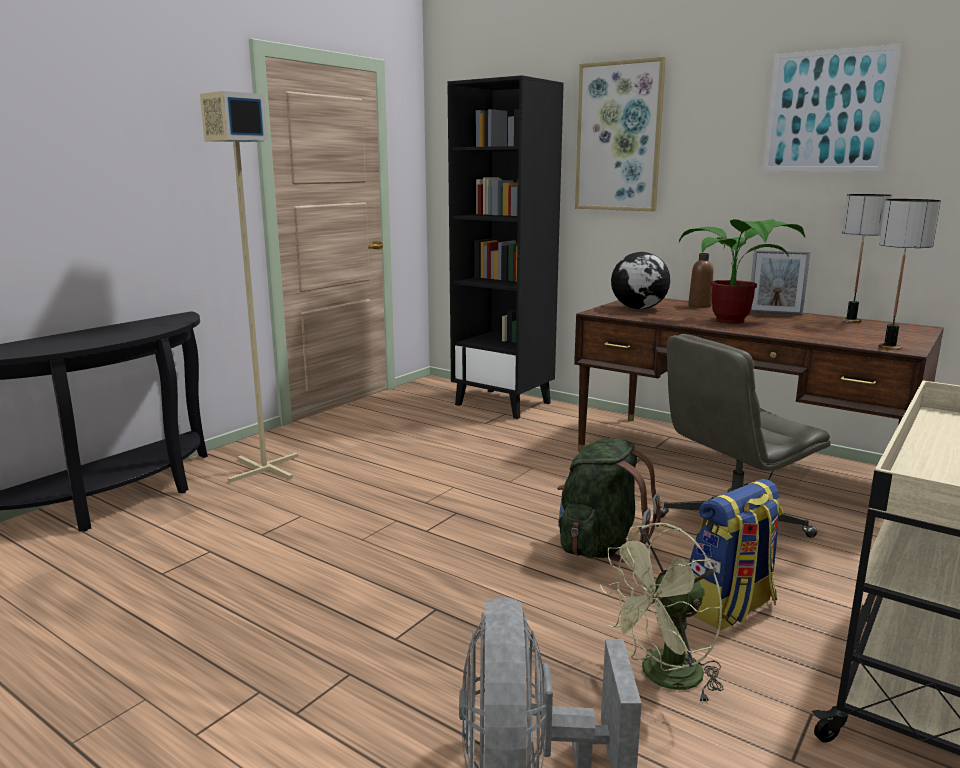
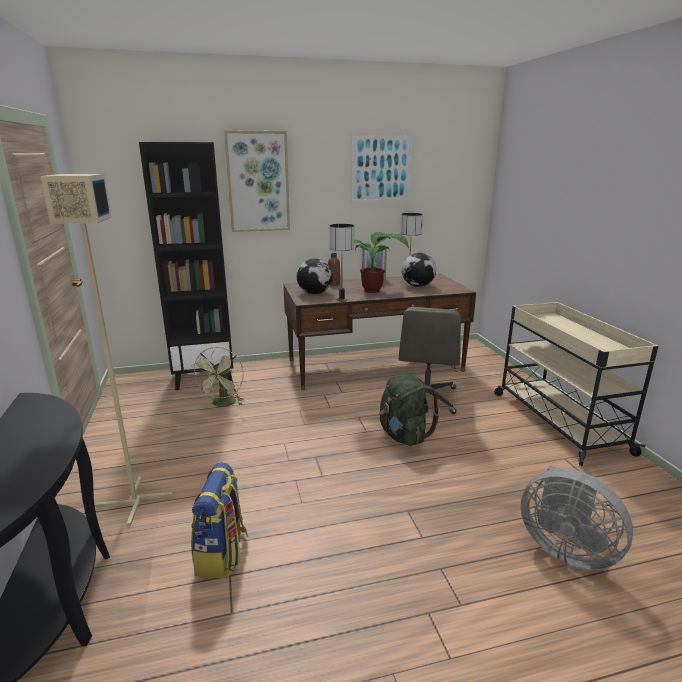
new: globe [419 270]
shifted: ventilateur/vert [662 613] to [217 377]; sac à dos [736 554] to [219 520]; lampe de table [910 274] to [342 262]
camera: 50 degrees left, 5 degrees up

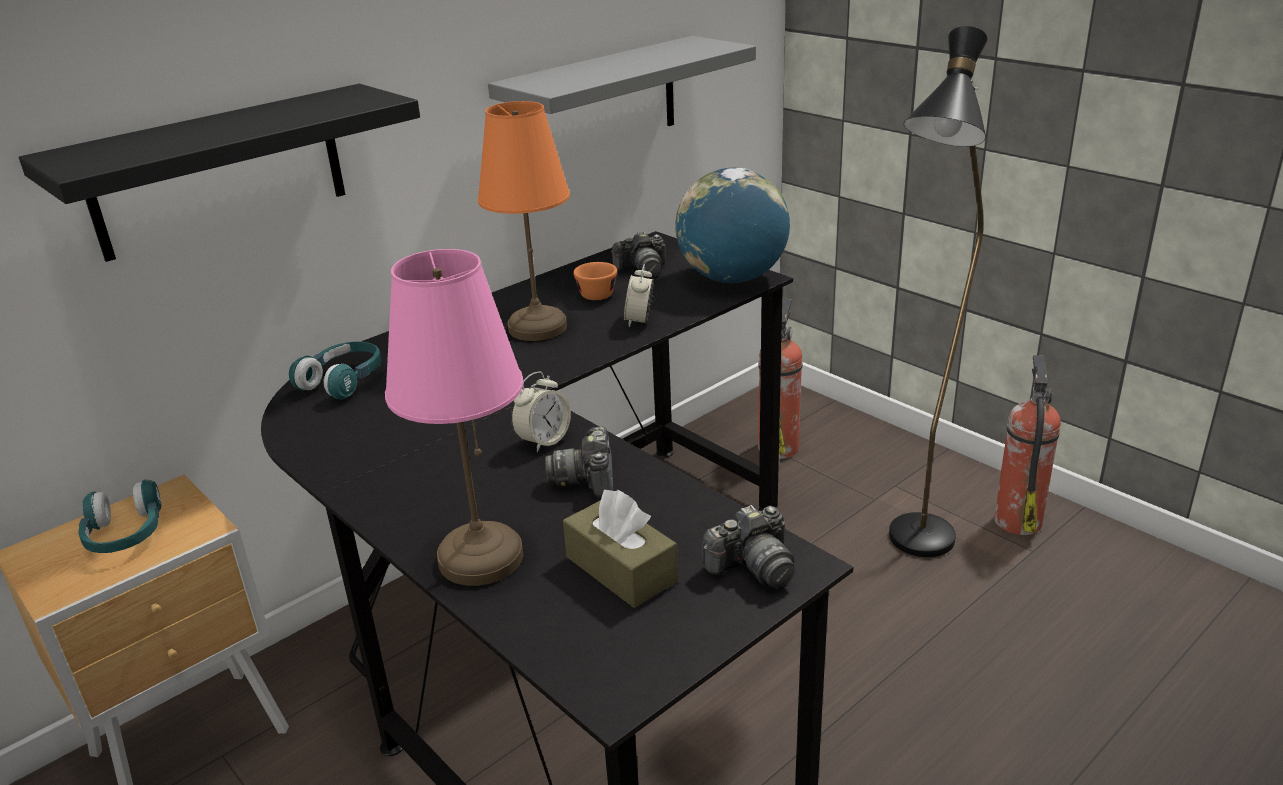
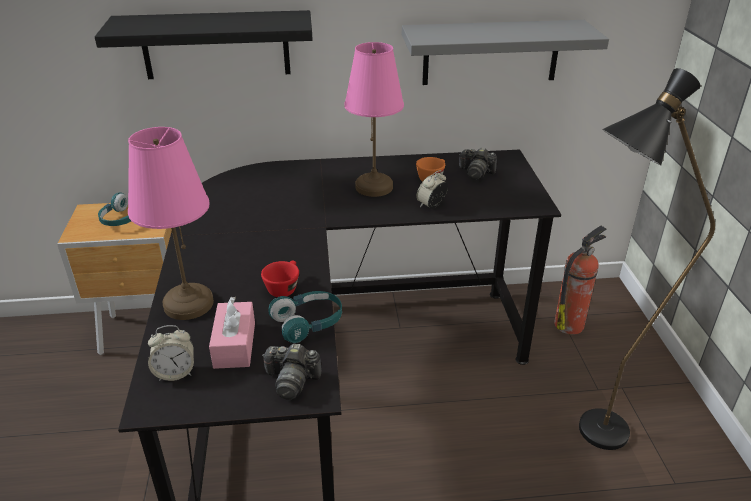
gone: globe [732 225]; extincteur [1027 445]
shifted: réveil [541 411] to [171 353]; casque audio/turquoise [335 370] to [305 317]
swapped: appareil photo [579 462] to tasse/rouge [280 278]
repainted: boîte à mouchoirs/marron [620 549] to boîte à mouchoirs/rose [232 333]; lampe de table/orange [524 221] to lampe de table/rose [374 119]
camera: 35 degrees right, 5 degrees up

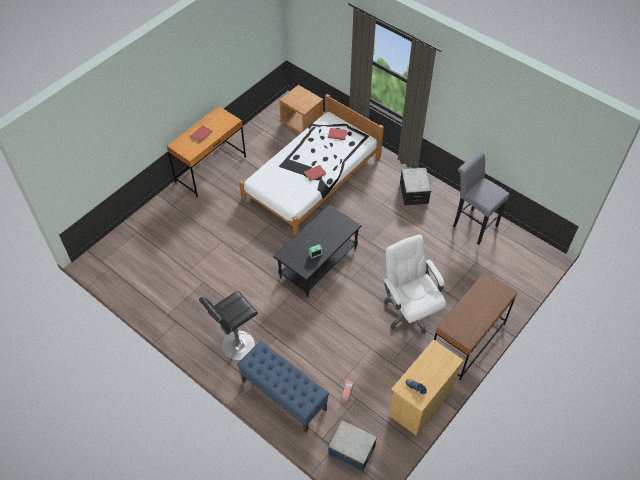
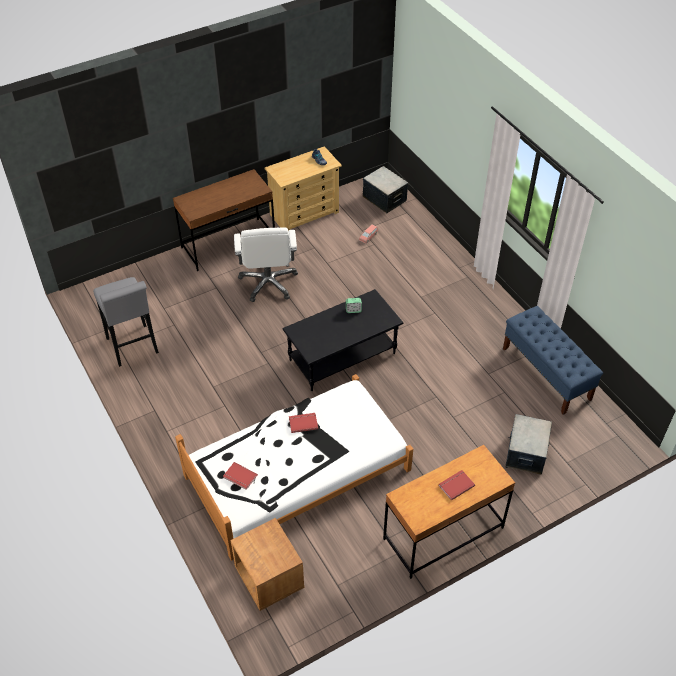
gone: tabouret/noir [228 325]
shifted: banc/bleu [283 387] to [553 360]; boîte de rangement [415 187] to [528 444]
camera: 160 degrees left, 5 degrees down

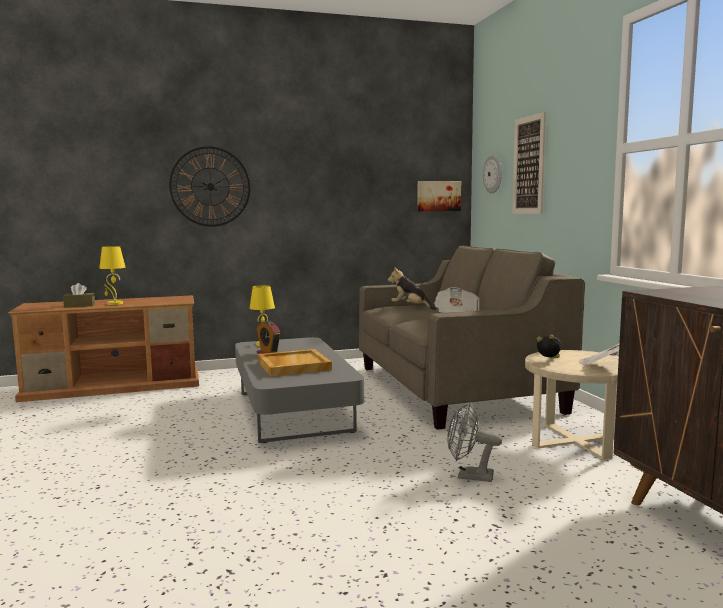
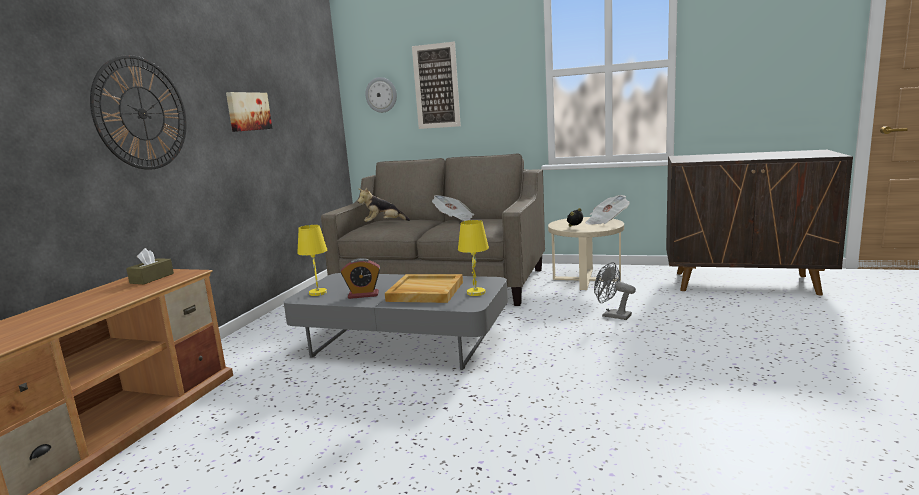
shifted: boîte à mouchoirs/marron [79 295] to [150 266]; tableau [439 196] to [249 112]; lampe de table/jaune [112 275] to [473 258]
rotated: ventilateur/gris [474 442] = [615 291] 75 degrees clockwise
camera: 55 degrees left, 5 degrees up

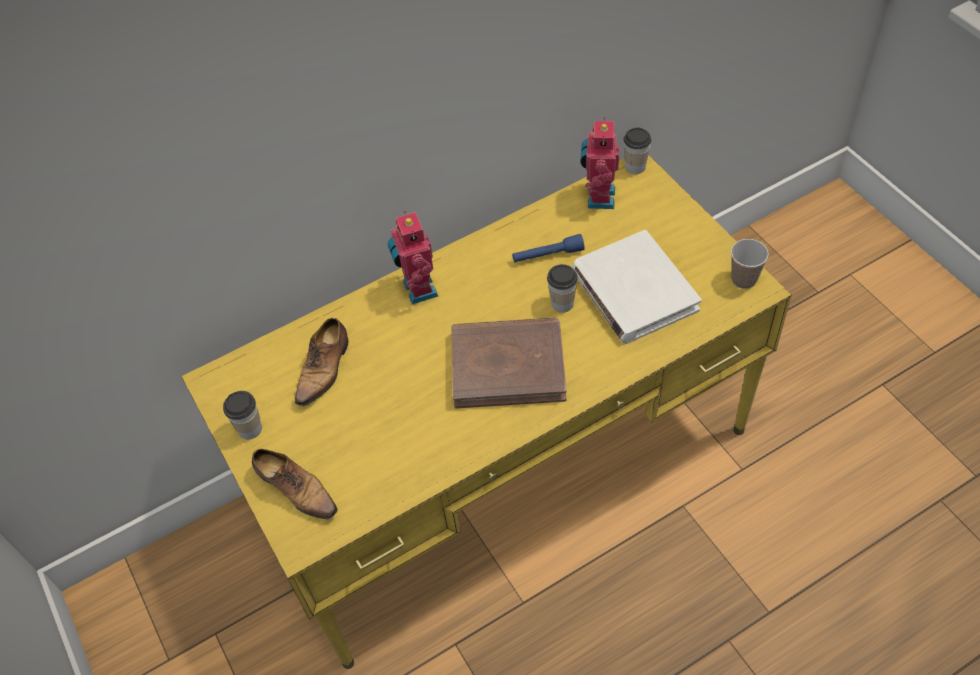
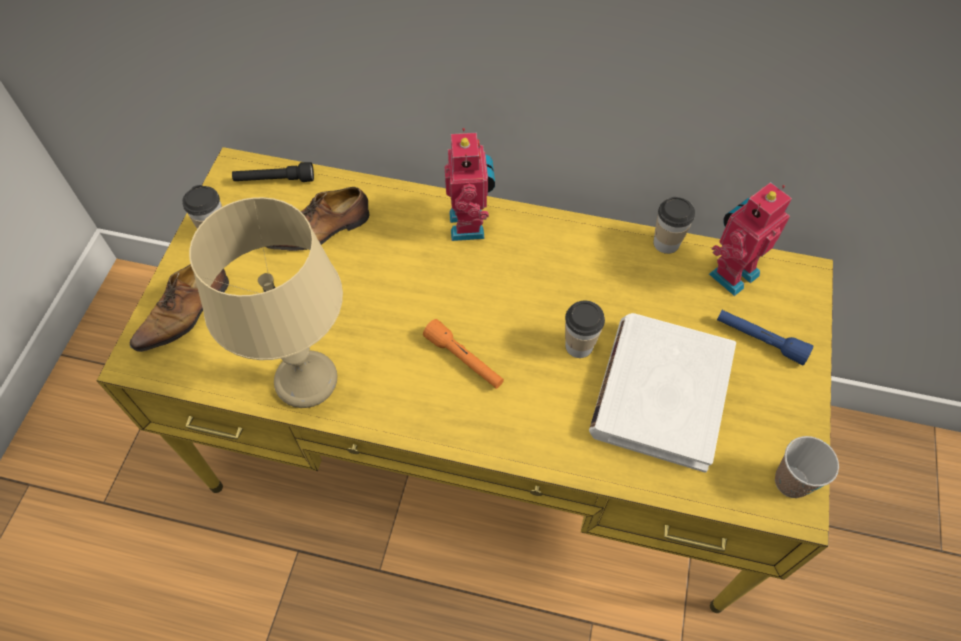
new: lampe de table/beige [266 302]; lampe de poche/noir [273 172]
shifted: tasse [637 151] to [674 225]; lampe de poche/bleu [548 248] to [765 337]
swapped: livre/marron [508 362] to lampe de poche/orange [463 354]
rotated: chaussure [295 484] = [179 309] 45 degrees clockwise; robot jouet [413 257] = [470 184] 150 degrees clockwise
camera: 40 degrees right, 5 degrees up

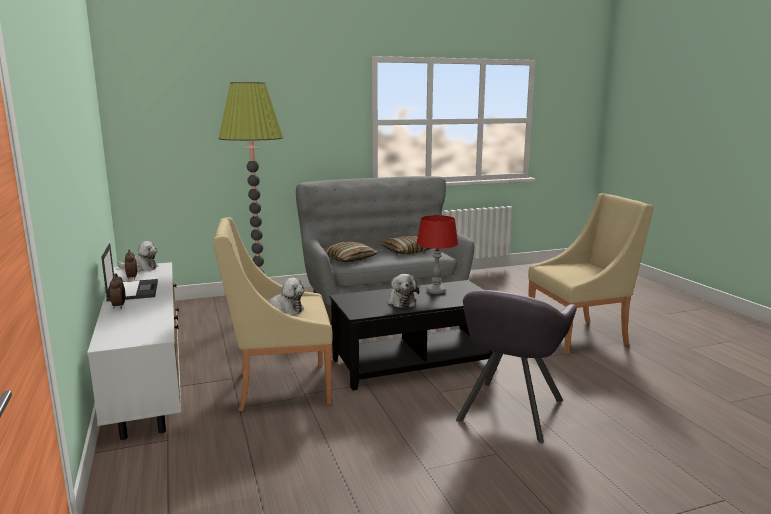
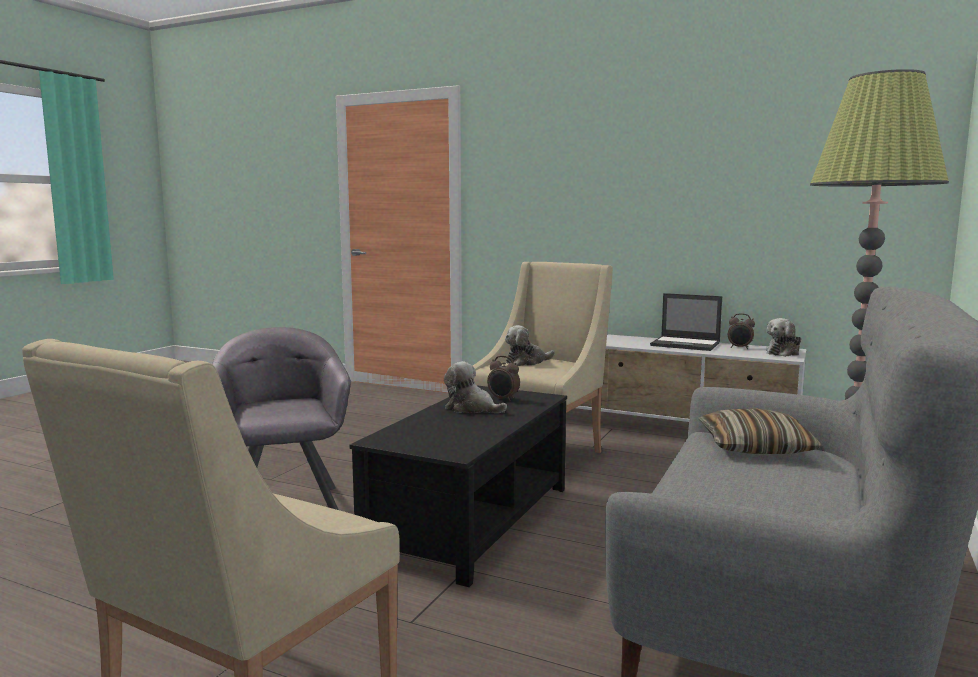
gone: coussin [405 245]; lampe de table/rouge [437 255]
shifted: réveil [117 291] to [503 378]
camera: 135 degrees right, 5 degrees down

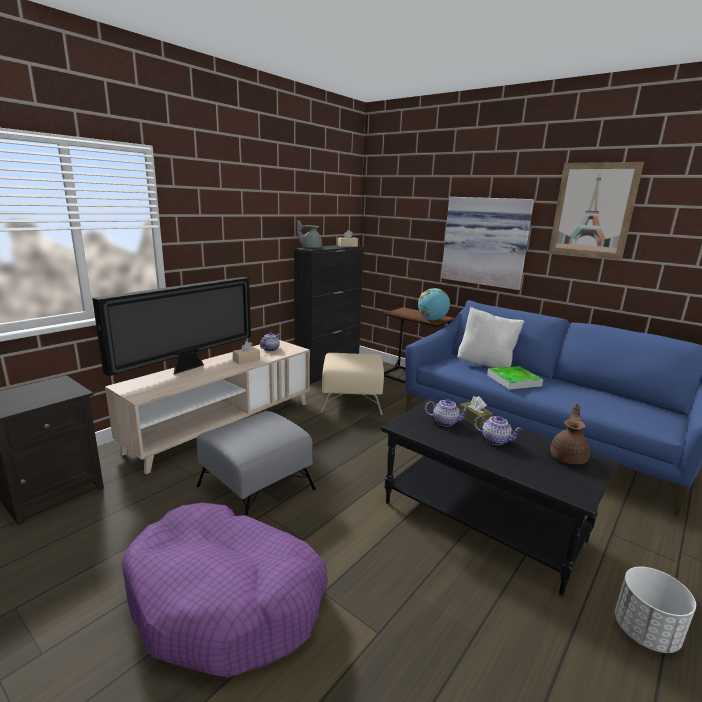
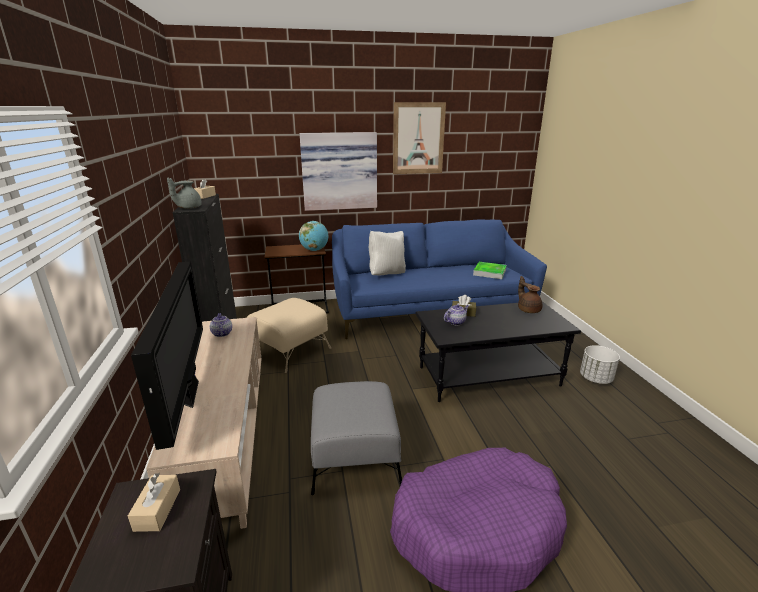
gone: théière [498 430]
shifted: boîte à mouchoirs/beige [246 352] to [154 502]; plateau [515 378] to [490 270]
camera: 50 degrees left, 5 degrees up

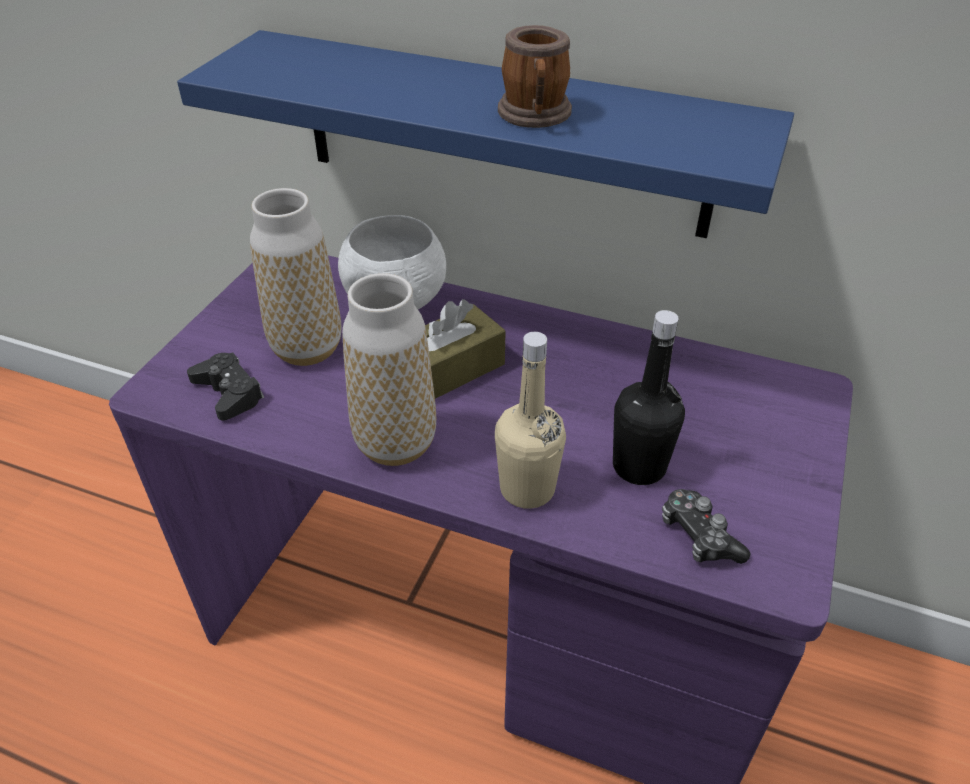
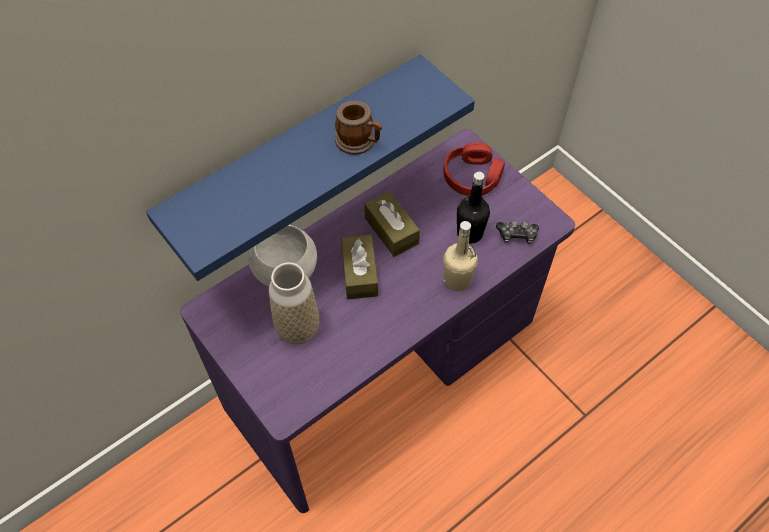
gone: manette/noir [225 387]; vase [389 369]
new: boîte à mouchoirs/marron [392 224]; casque audio/rouge [474 169]
camera: 60 degrees left, 15 degrees up

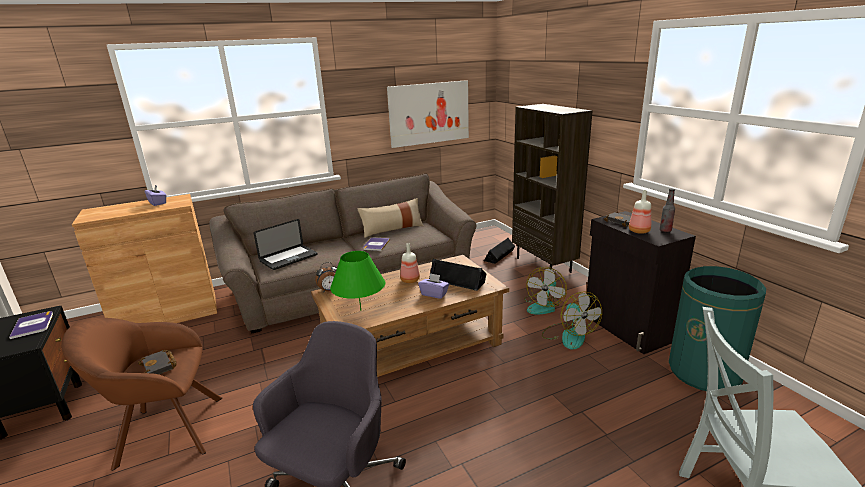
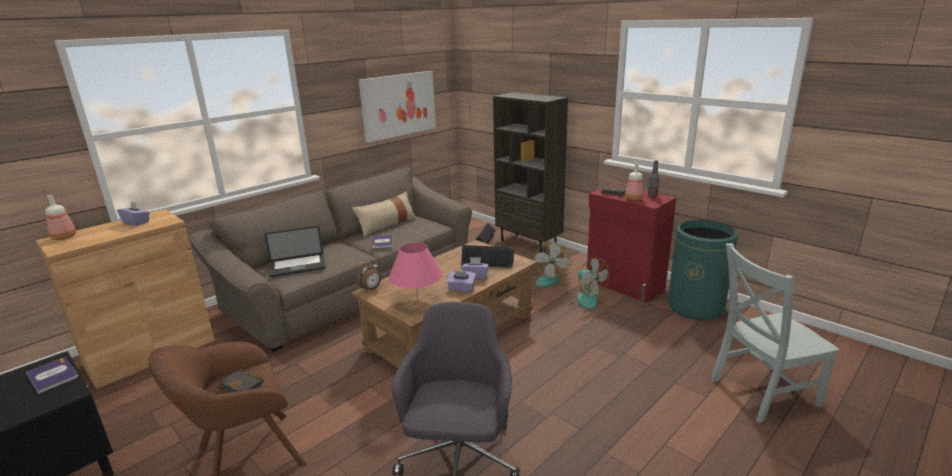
new: boîte à mouchoirs/violet [461 281]
shifted: bouteille [410 263] to [60 217]
repainted: lampe de table/vert [357 281] to lampe de table/rose [415 271]; meuble de rangement/noir [640 282] to meuble de rangement/rouge [631 243]
rotated: ordinateur portable [286 244] = [295 251] 45 degrees clockwise
camera: 20 degrees left, 0 degrees up

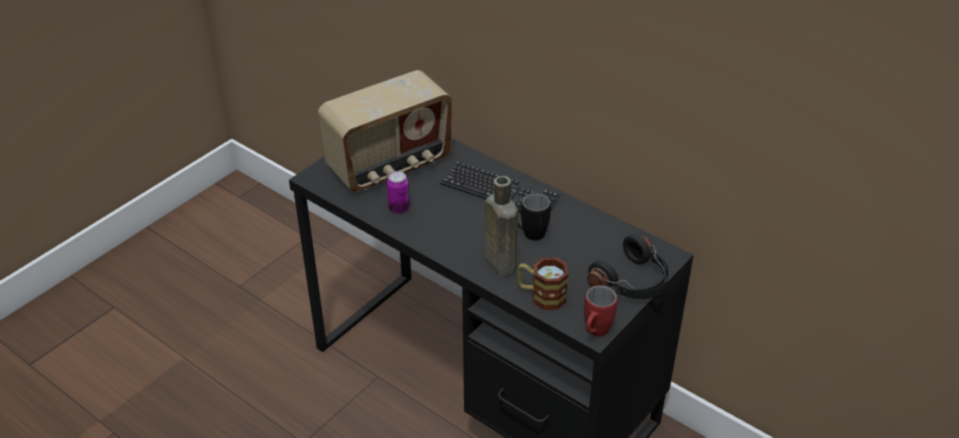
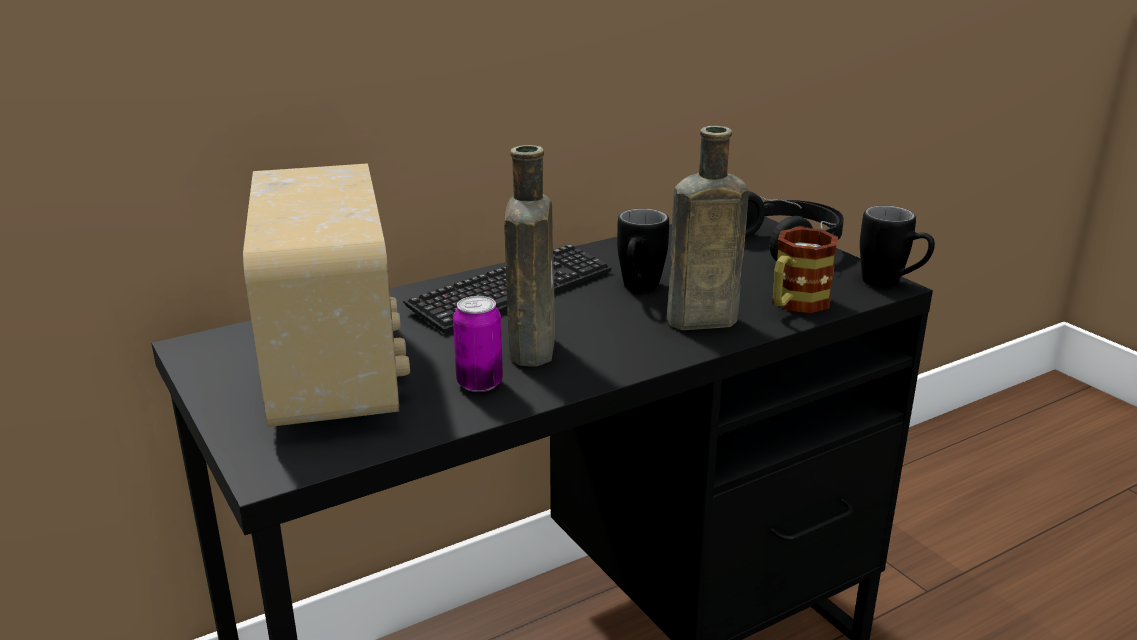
new: bouteille/marron [529 256]
repainted: mug/rouge [601 311] to mug/noir [897 247]
camera: 70 degrees left, 15 degrees down

